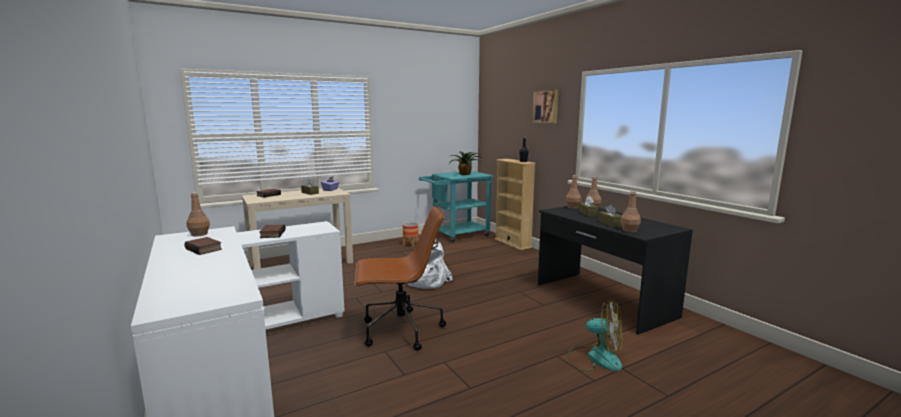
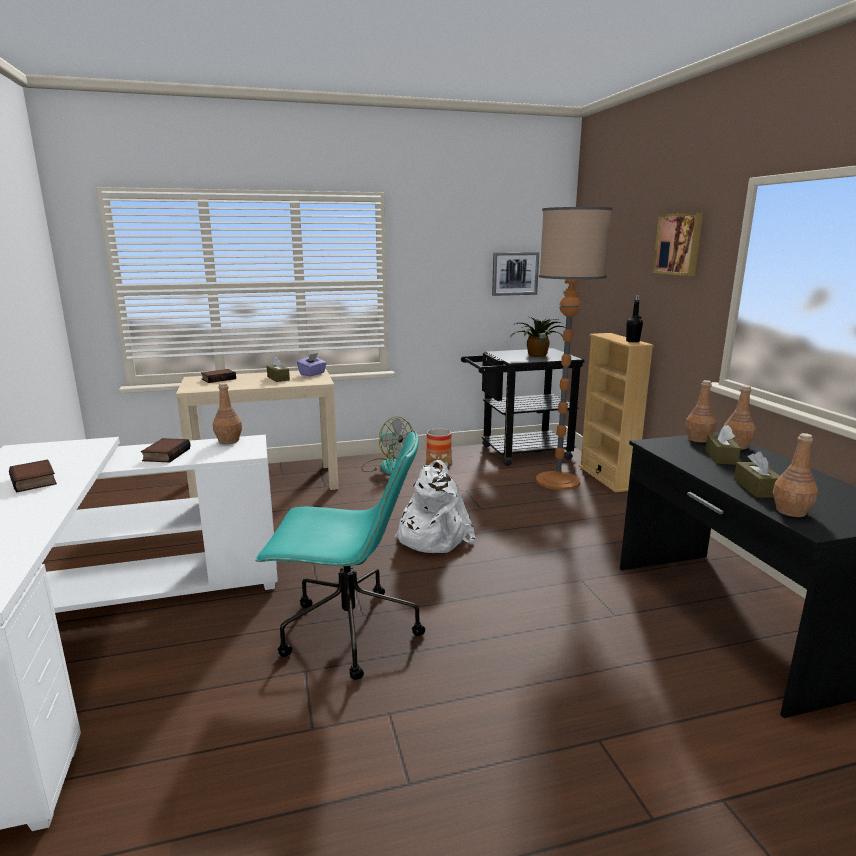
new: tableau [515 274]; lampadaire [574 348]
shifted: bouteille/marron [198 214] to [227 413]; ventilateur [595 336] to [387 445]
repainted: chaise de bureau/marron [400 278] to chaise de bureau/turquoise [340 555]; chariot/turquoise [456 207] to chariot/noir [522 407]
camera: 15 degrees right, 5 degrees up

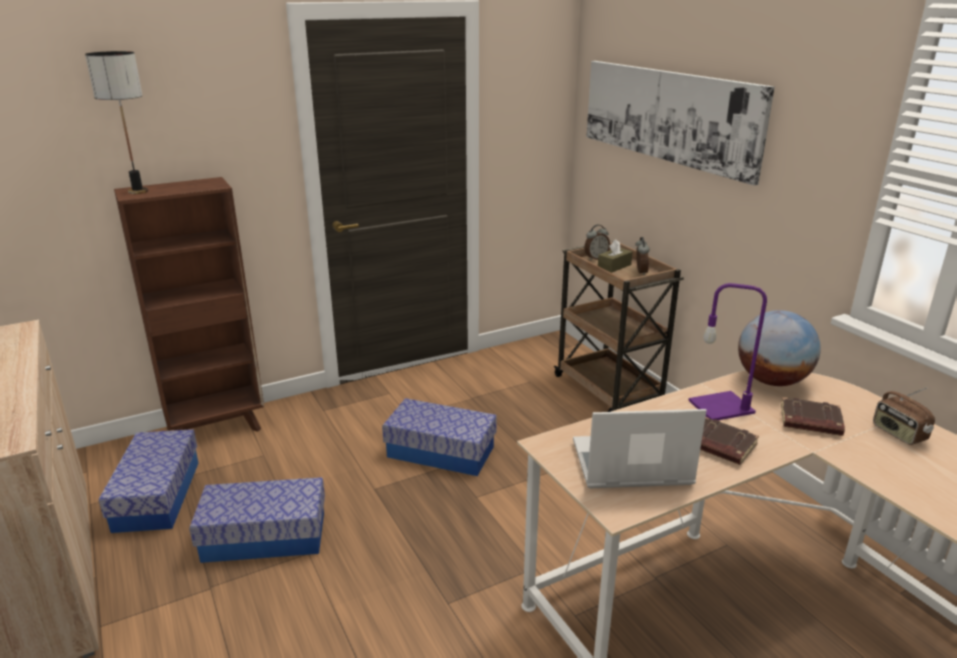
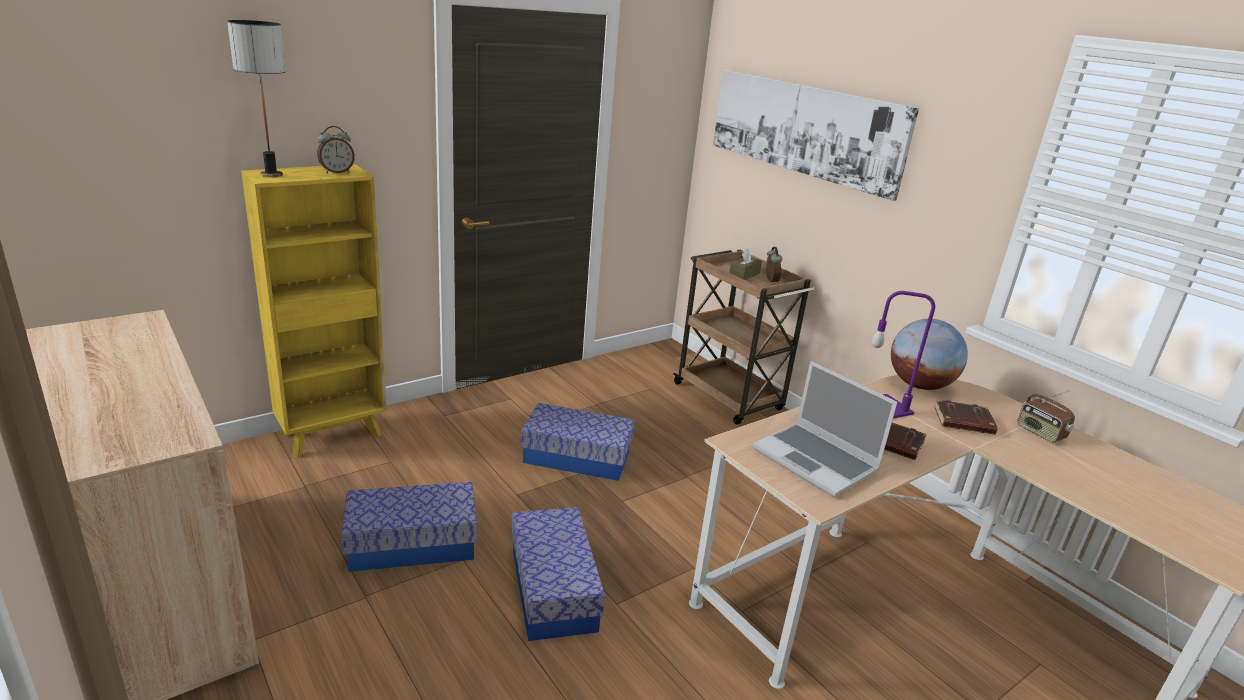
shifted: réveil [597 243] to [336 149]; boîte de rangement [149 481] to [558 574]
repainted: bibliothèque/marron [189 304] to bibliothèque/jaune [314 311]
rotated: ordinateur portable [640 448] = [824 429] 120 degrees counterclockwise
camera: 10 degrees left, 0 degrees up

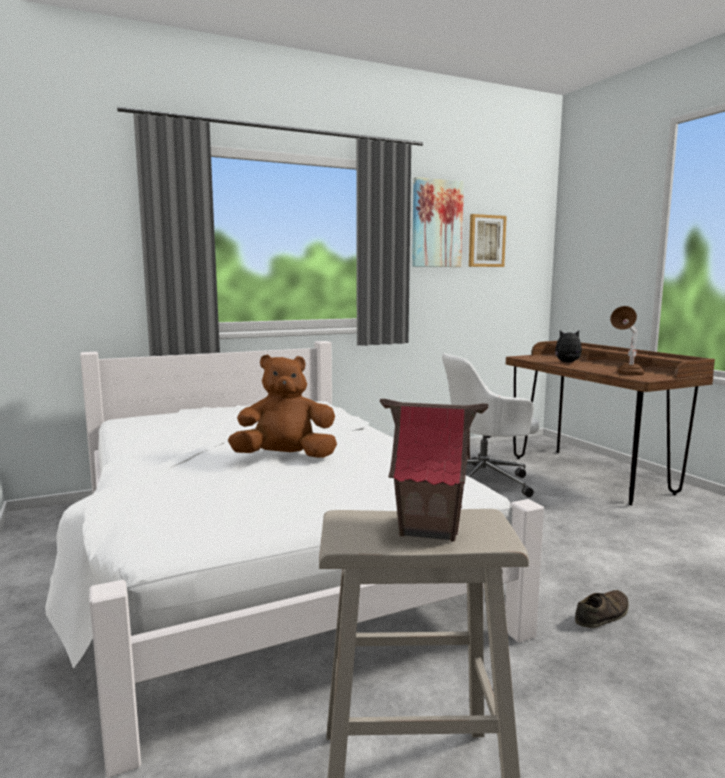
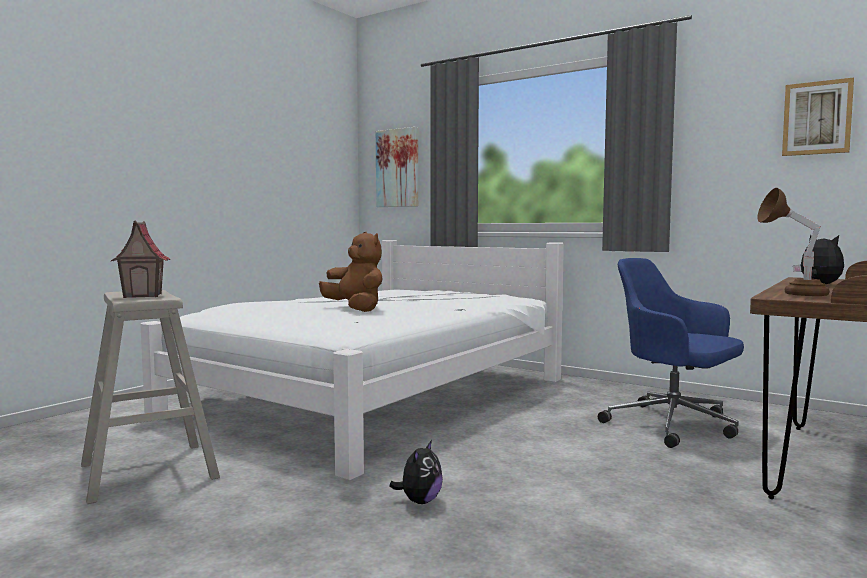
shifted: tableau [438 222] to [397 167]
swapped: chaussure/marron [602 609] to peluche [416 472]
repainted: chaise de bureau/blanc [491 425] to chaise de bureau/bleu [671 353]
camera: 60 degrees right, 5 degrees down

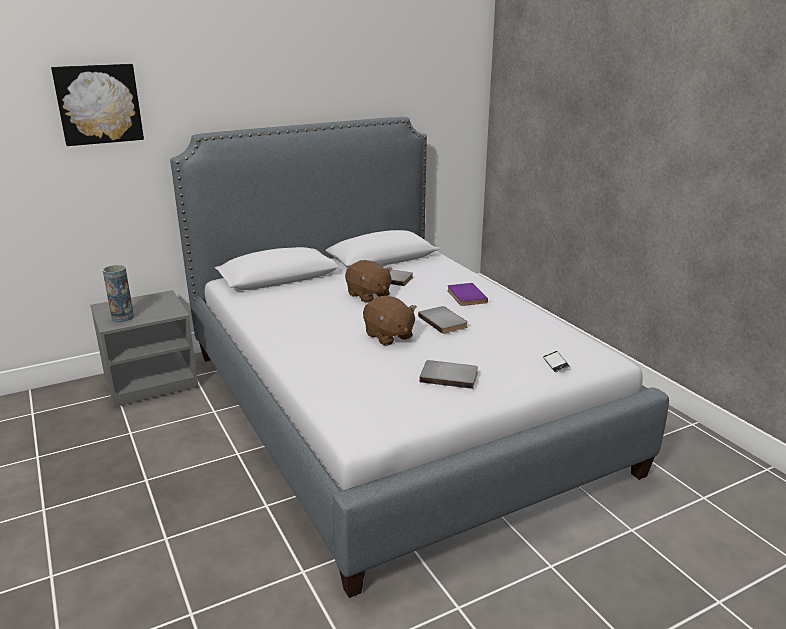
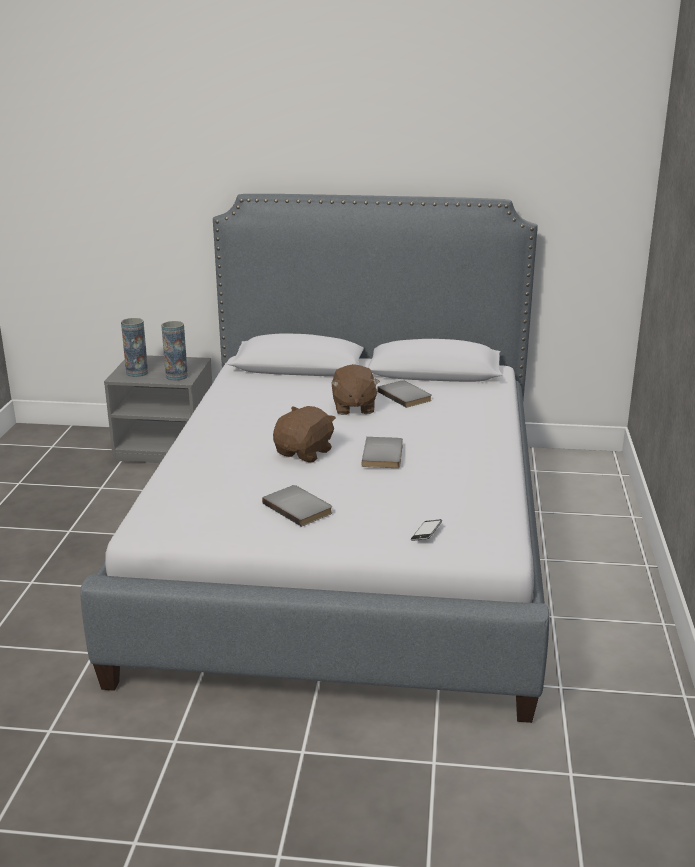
gone: tableau [97 105]; livre/violet [467 294]
new: vase [174 351]
rotated: peluche/marron [390 321] = [304 434] 150 degrees counterclockwise
camera: 35 degrees right, 0 degrees up

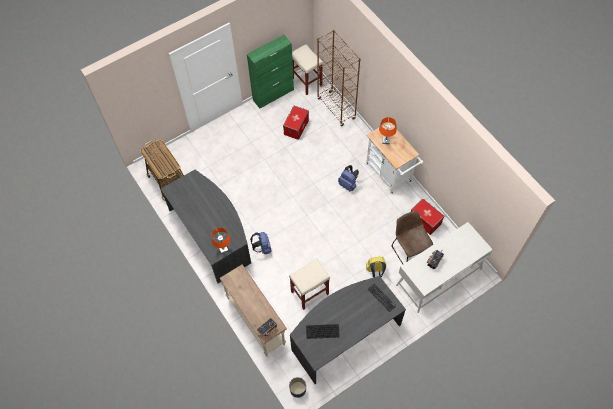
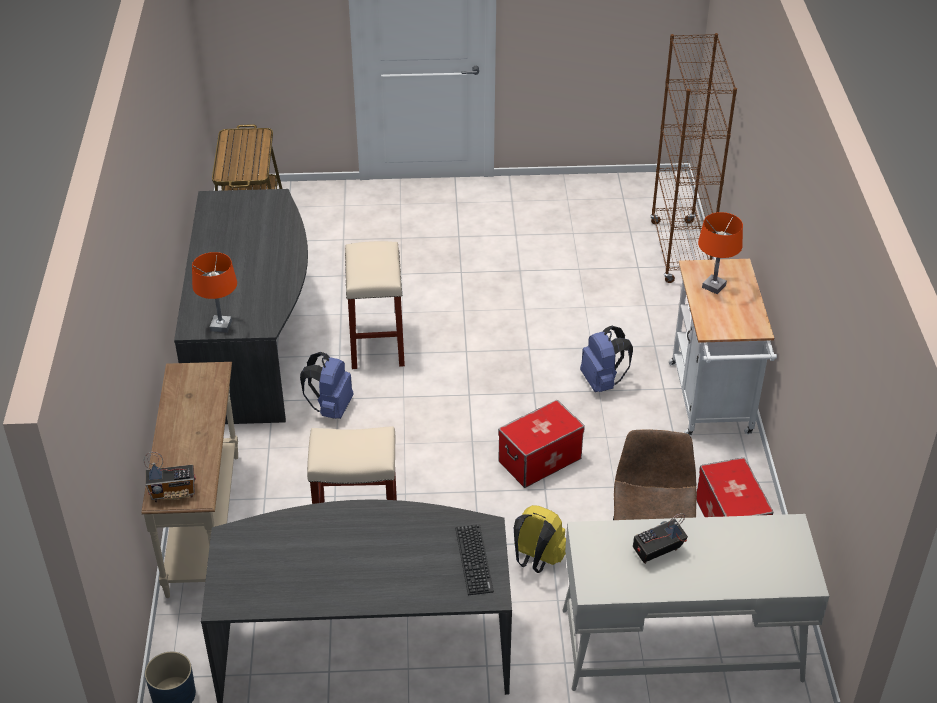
gone: meuble de rangement/vert [270 72]; clavier [323 331]
shifted: tabouret/beige [307 69] to [375 305]; boîte de rangement [296 123] to [541 444]
camera: 30 degrees right, 20 degrees down

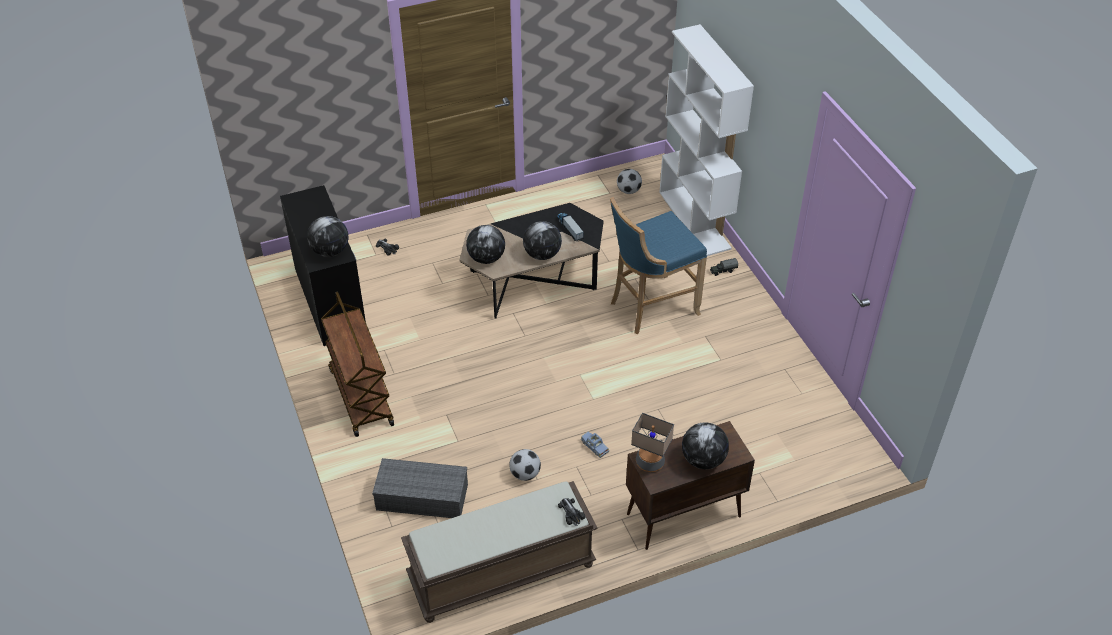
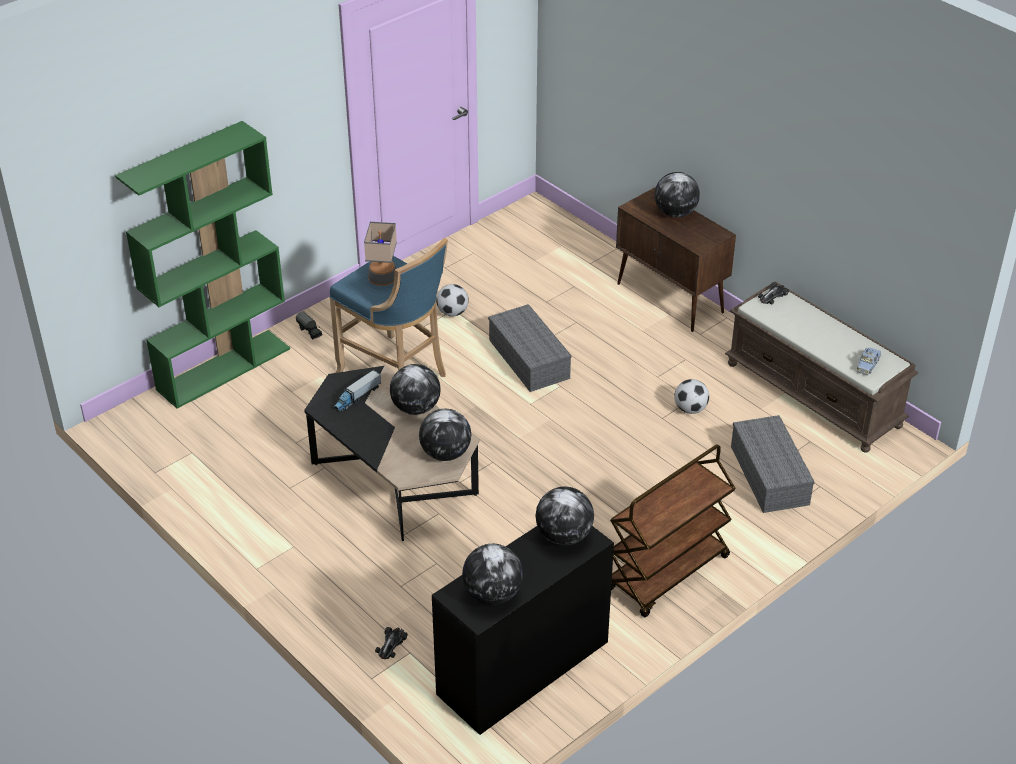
new: globe [492 574]; boîte de rangement/gris [530 348]
shifted: lampe de table [652 442] to [380 254]; ballon de foot [629 181] to [452 300]; petite voiture/bleu [595 445] to [868 361]
repainted: bibliothèque/blanc [706 140] to bibliothèque/vert [202 265]
camera: 110 degrees left, 5 degrees down

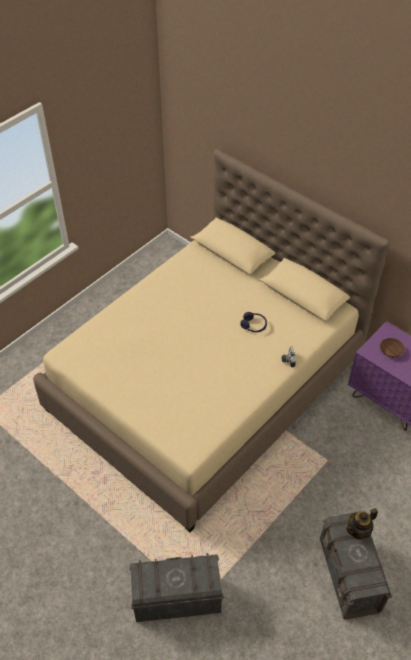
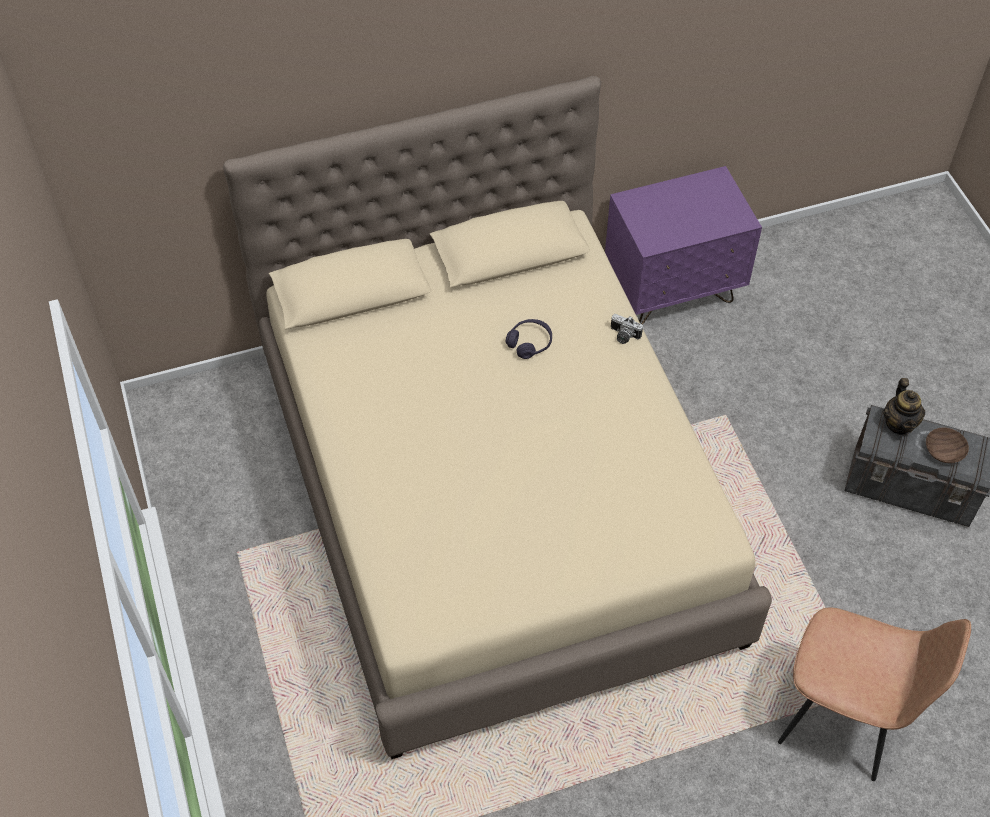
shifted: bol/marron [392 347] to [947 445]
swapped: boîte de rangement/gris [176 587] to chaise/marron [874 694]
camera: 60 degrees left, 5 degrees up

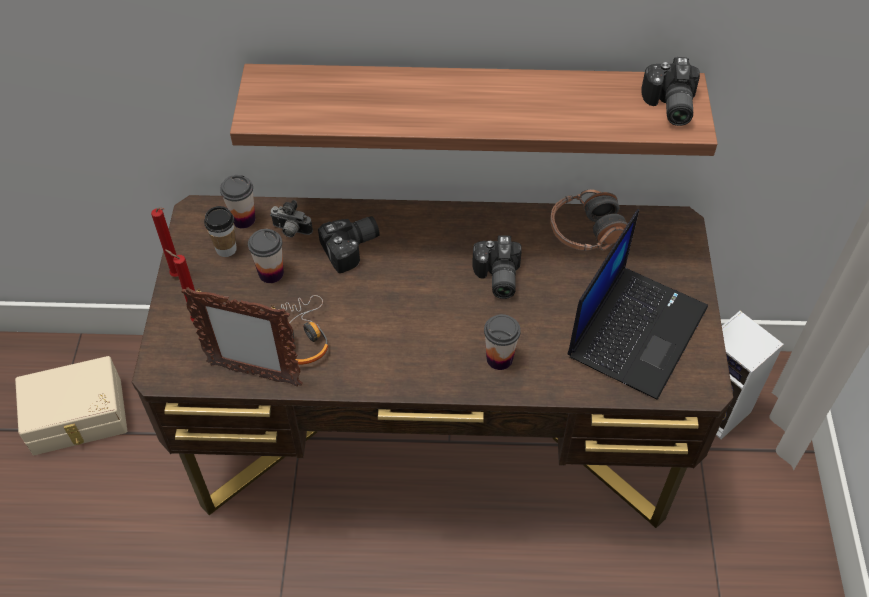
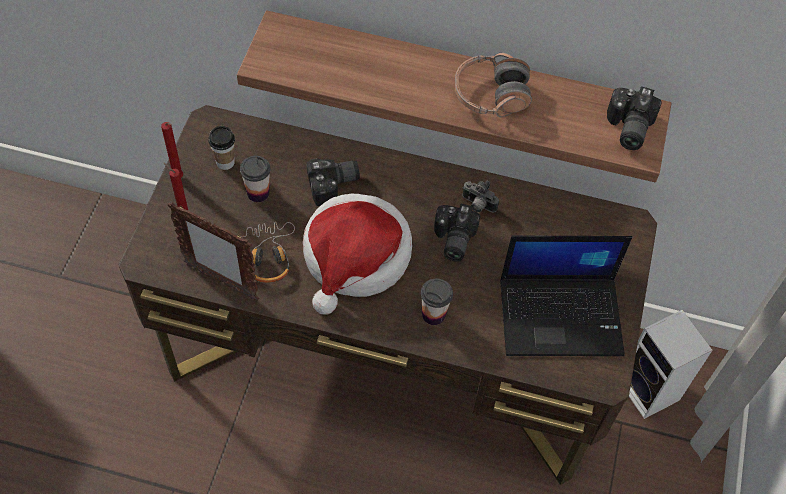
gone: boîte de rangement/beige [71 405]; tasse [237 201]
new: chapeau [357 254]
shifted: casque audio [589 220] to [493 85]; appareil photo [291 218] to [480 197]
rotated: ordinateur portable [638 304] = [566 295] 45 degrees clockwise
camera: 10 degrees right, 5 degrees up

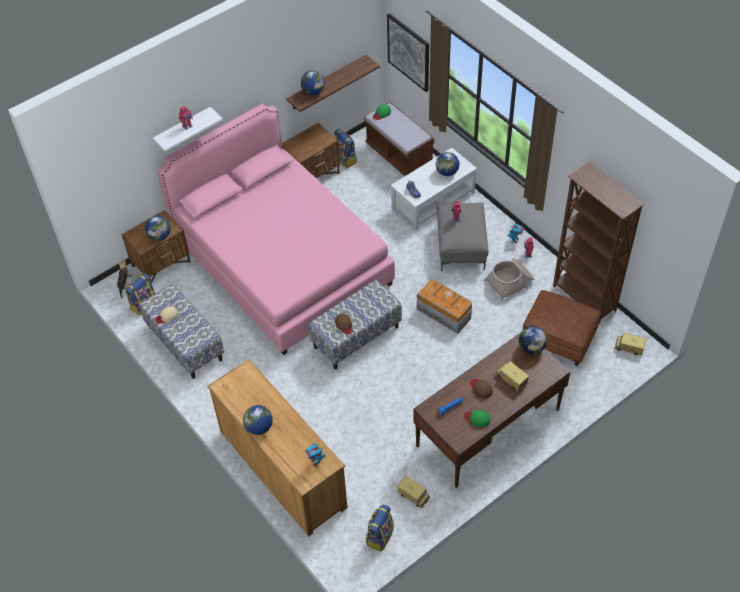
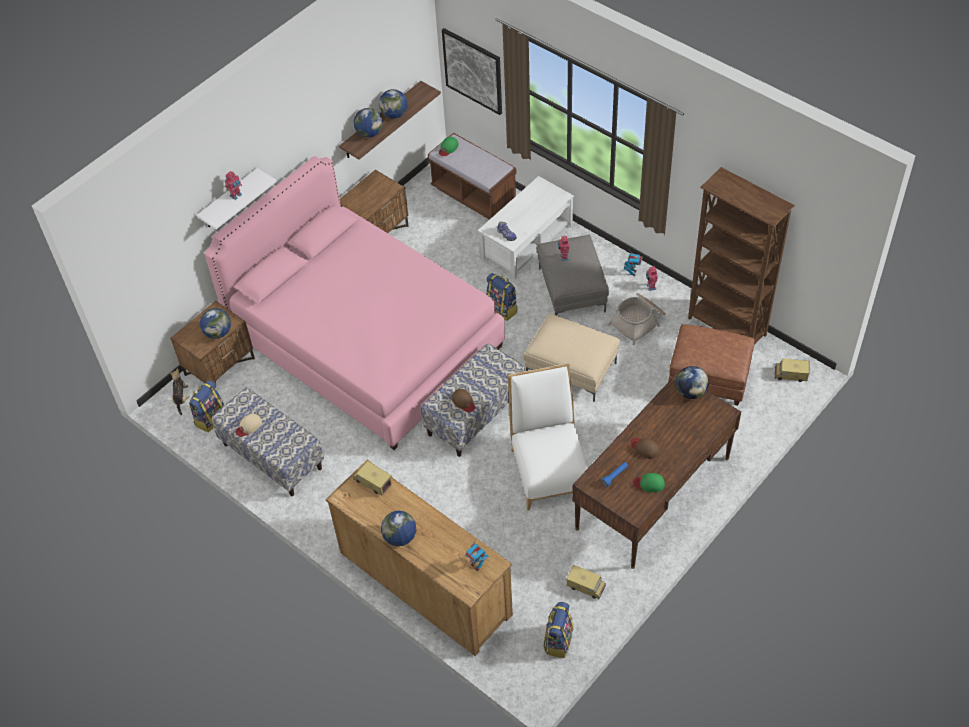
new: chaise/blanc [547 437]
shifted: camion jouet [512 376] to [372 478]; globe [447 164] to [393 103]; sac à dos [345 148] to [502 297]
swapped: boîte de rangement [444 307] to pouf/beige [571 357]
camera: 10 degrees left, 0 degrees up

